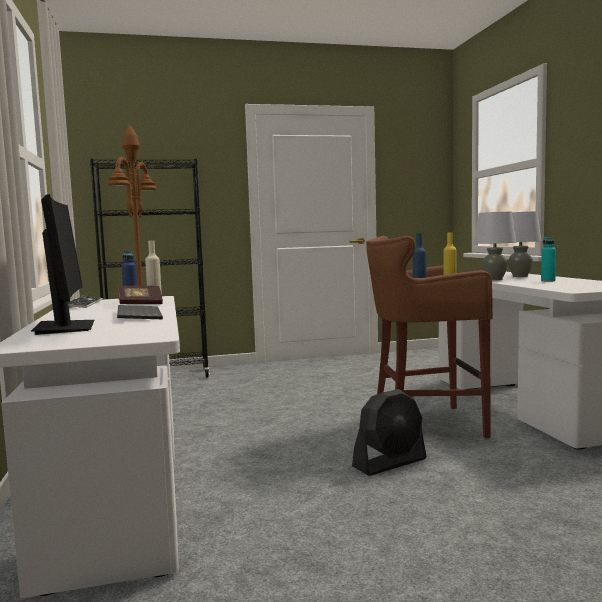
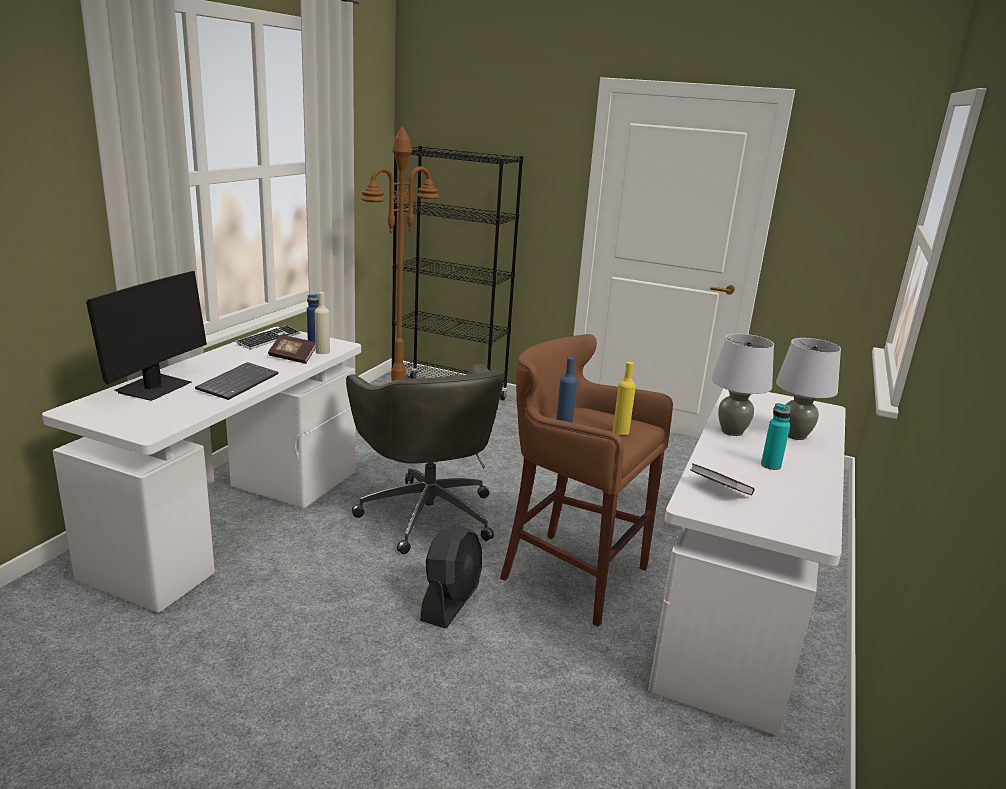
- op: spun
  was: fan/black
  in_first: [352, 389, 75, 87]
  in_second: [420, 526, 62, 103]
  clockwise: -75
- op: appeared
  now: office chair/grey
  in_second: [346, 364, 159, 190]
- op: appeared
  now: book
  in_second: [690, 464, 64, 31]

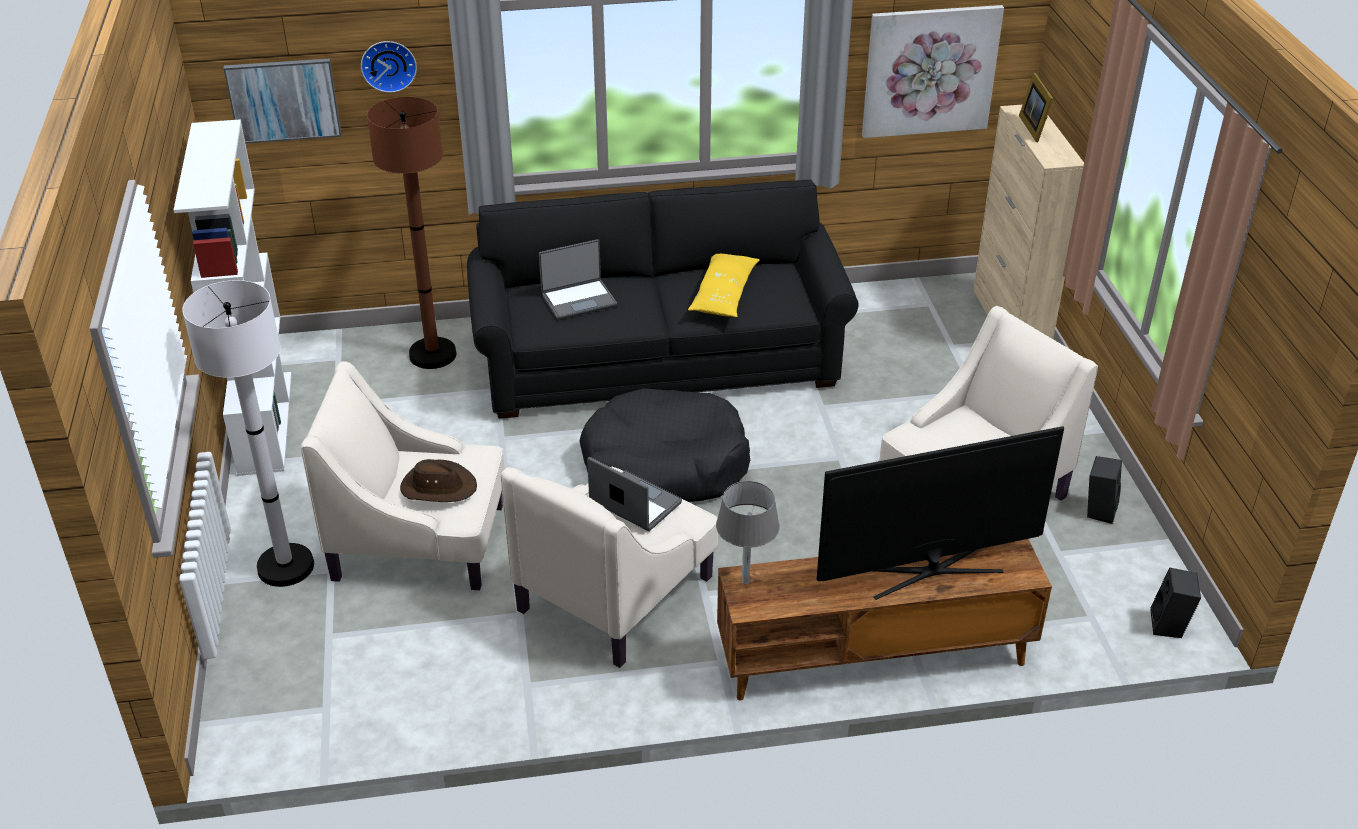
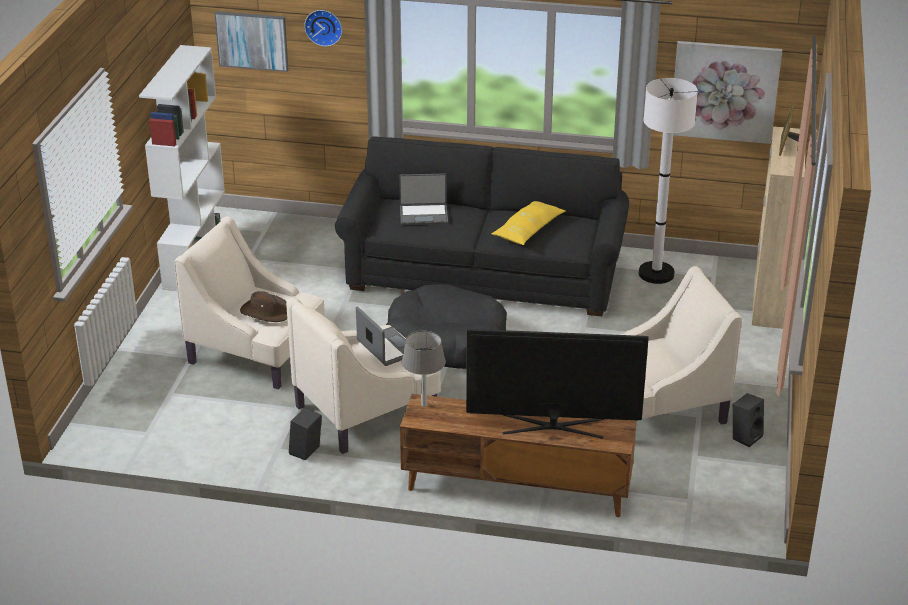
- op: missing
  was: floor lamp/brown
  in_first: [367, 97, 90, 272]
- op: relocated
  was: floor lamp/white
  in_first: [182, 280, 132, 307]
  in_second: [639, 78, 59, 206]
- op: relocated
  was: speaker/black
  in_first: [1151, 568, 50, 70]
  in_second: [289, 408, 33, 52]

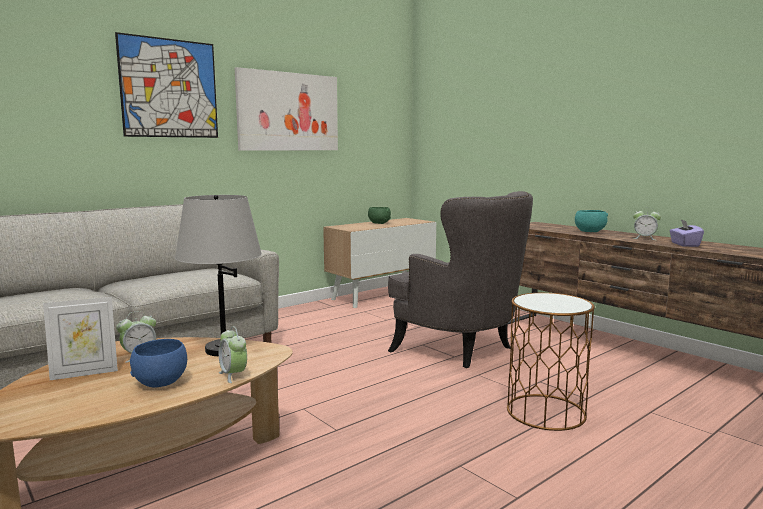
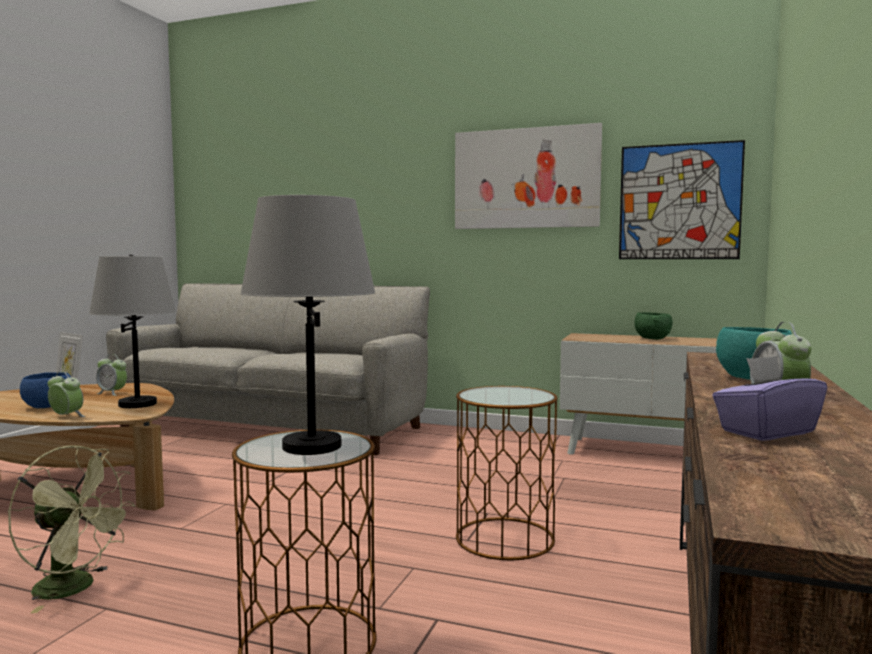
- op: relocated
  was: picture
  in_first: [115, 32, 103, 106]
  in_second: [619, 140, 126, 119]
- op: exchanged
  was: armchair/grey
  now: side table/brown
  in_first: [388, 191, 145, 177]
  in_second: [456, 386, 102, 174]
- op: spun
  was: alarm clock
  in_first: [219, 326, 28, 57]
  in_second: [47, 371, 38, 46]
  clockwise: 90
- op: appeared
  now: table lamp/grey
  in_second: [241, 195, 134, 260]
- op: appeared
  now: fan/green
  in_second: [8, 445, 128, 168]

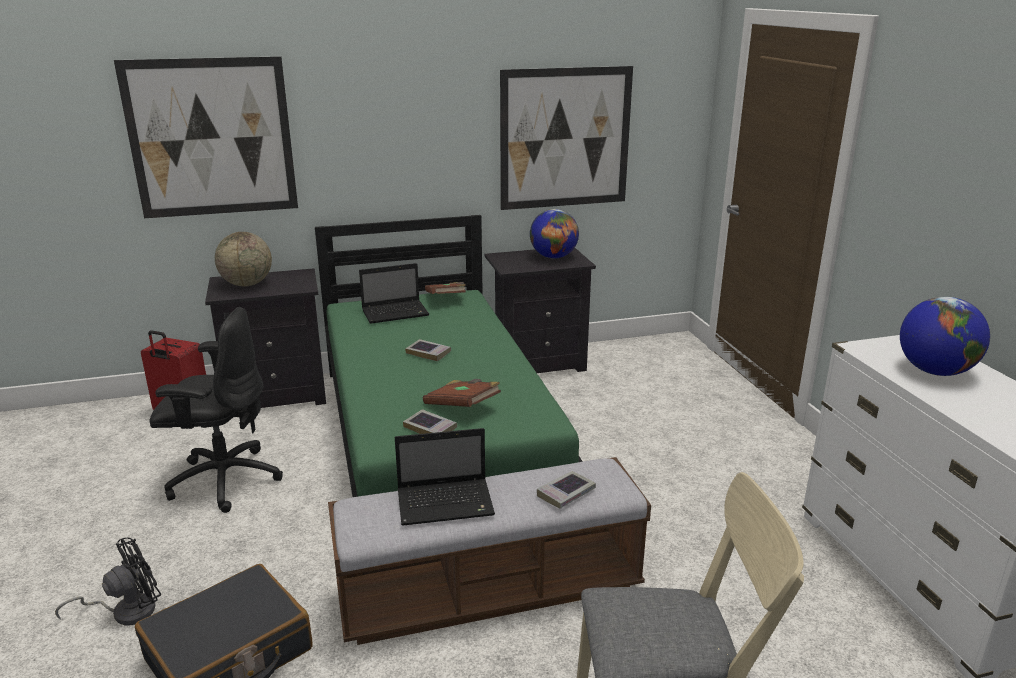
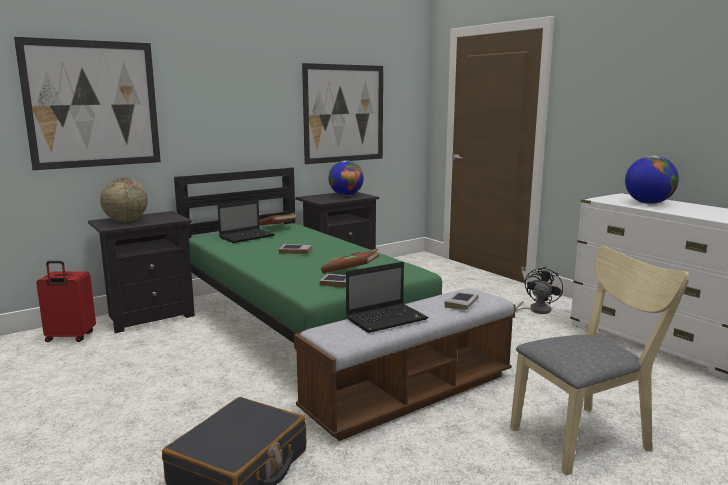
- op: missing
  was: office chair/black
  in_first: [149, 307, 134, 206]
- op: relocated
  was: fan/black
  in_first: [55, 538, 106, 88]
  in_second: [515, 267, 48, 47]

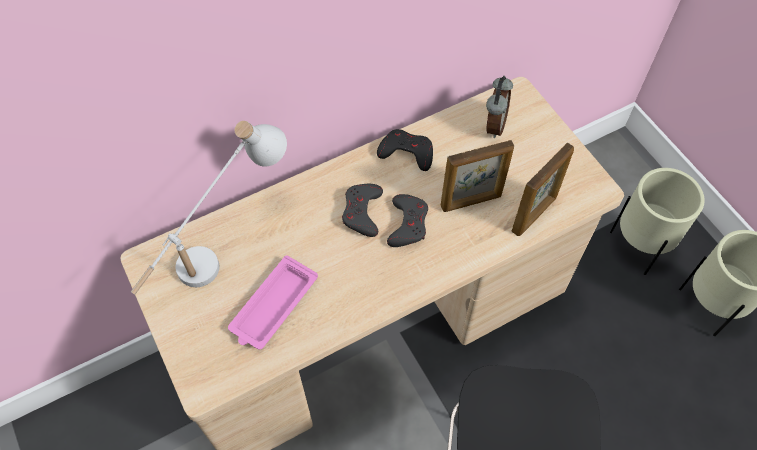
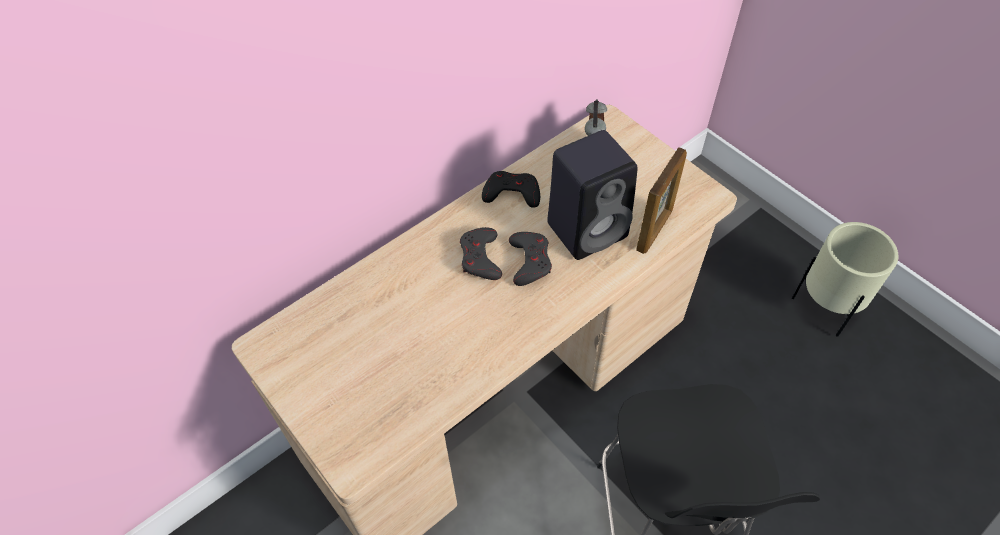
- op: missing
  was: table lamp/white
  in_first: [131, 121, 156, 173]
- op: exchanged
  was: picture frame
  now: speaker/black
  in_first: [440, 140, 74, 72]
  in_second: [547, 130, 91, 130]
- op: missing
  was: planter/beige
  in_first: [610, 168, 95, 107]
- op: missing
  was: tray/pink
  in_first: [228, 255, 90, 95]

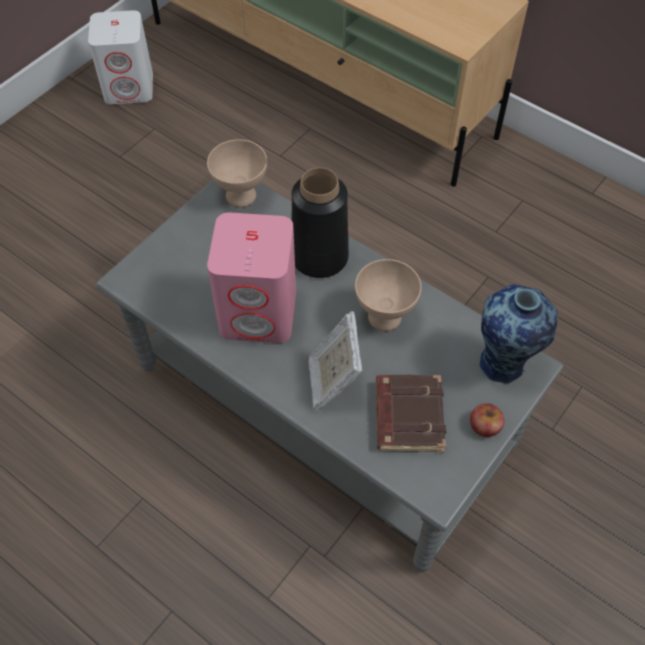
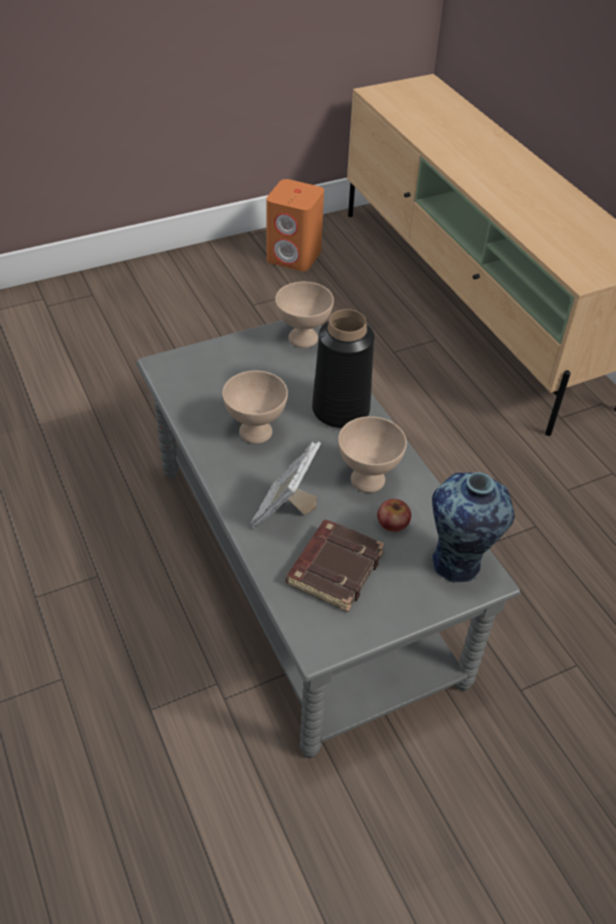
- op: colour
  was: speaker/white
  now: speaker/orange
  in_first: [88, 10, 65, 94]
  in_second: [266, 179, 58, 92]
- op: exchanged
  was: speaker/pink
  now: bowl/beige
  in_first: [207, 213, 89, 130]
  in_second: [222, 371, 66, 73]
- op: relocated
  was: apple
  in_first: [470, 403, 34, 34]
  in_second: [377, 499, 34, 33]

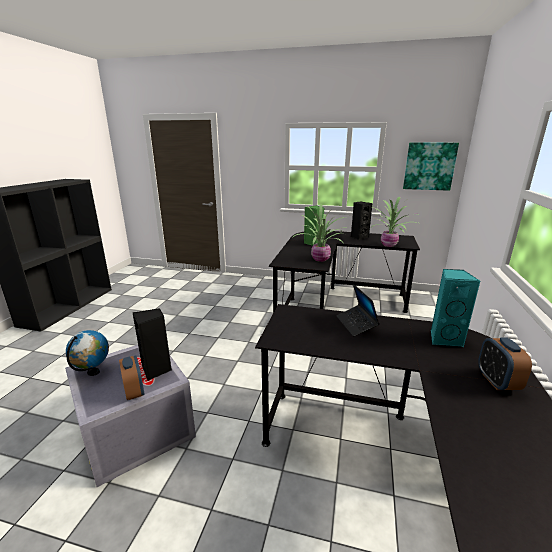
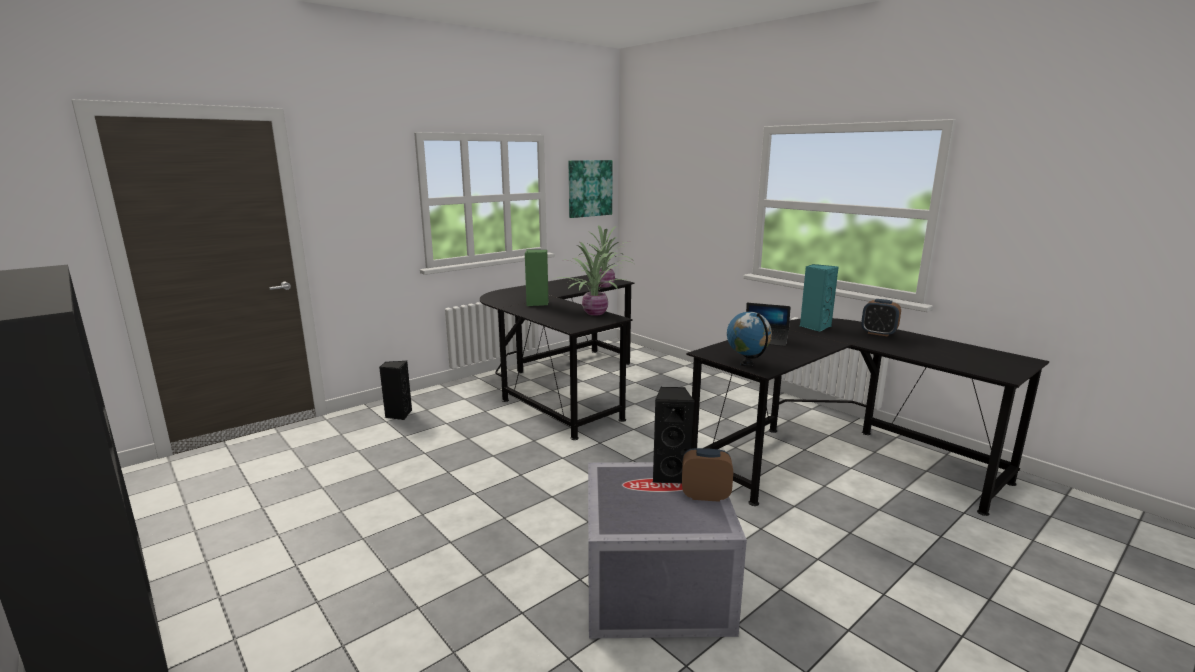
- op: relocated
  was: speaker/black
  in_first: [351, 201, 22, 39]
  in_second: [379, 361, 33, 59]
- op: relocated
  was: globe
  in_first: [66, 330, 43, 46]
  in_second: [727, 312, 45, 54]

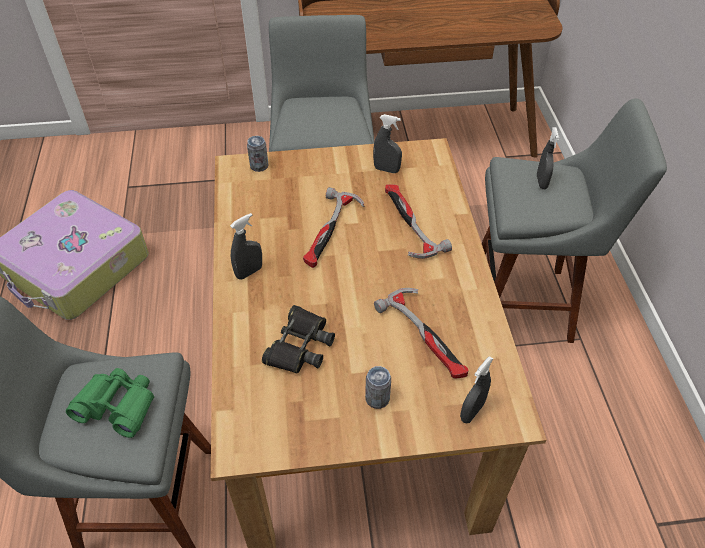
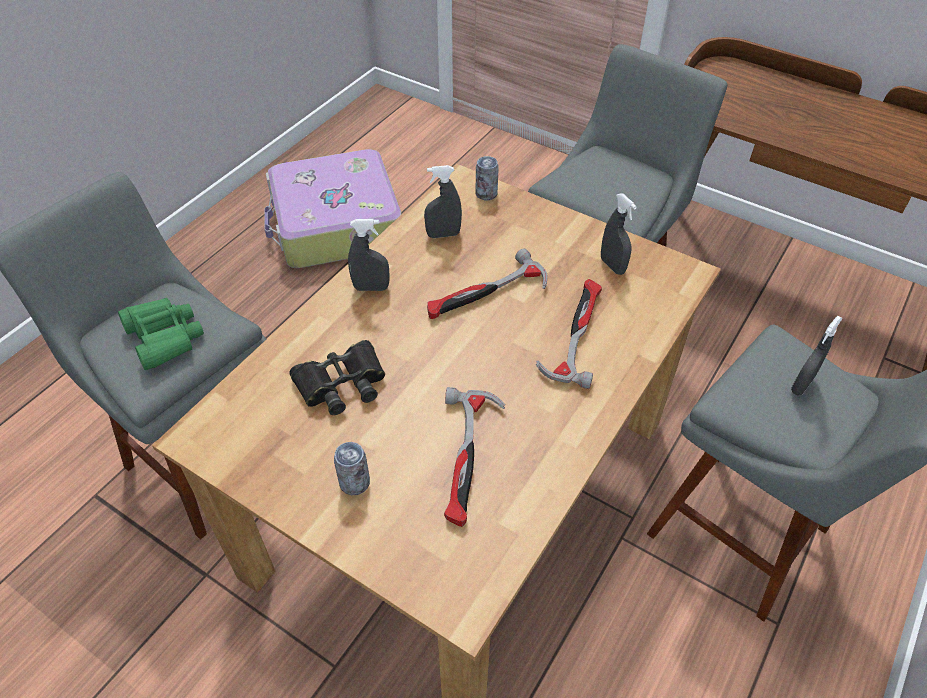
- op: relocated
  was: spray bottle/grey
  in_first: [460, 356, 33, 67]
  in_second: [424, 165, 38, 73]

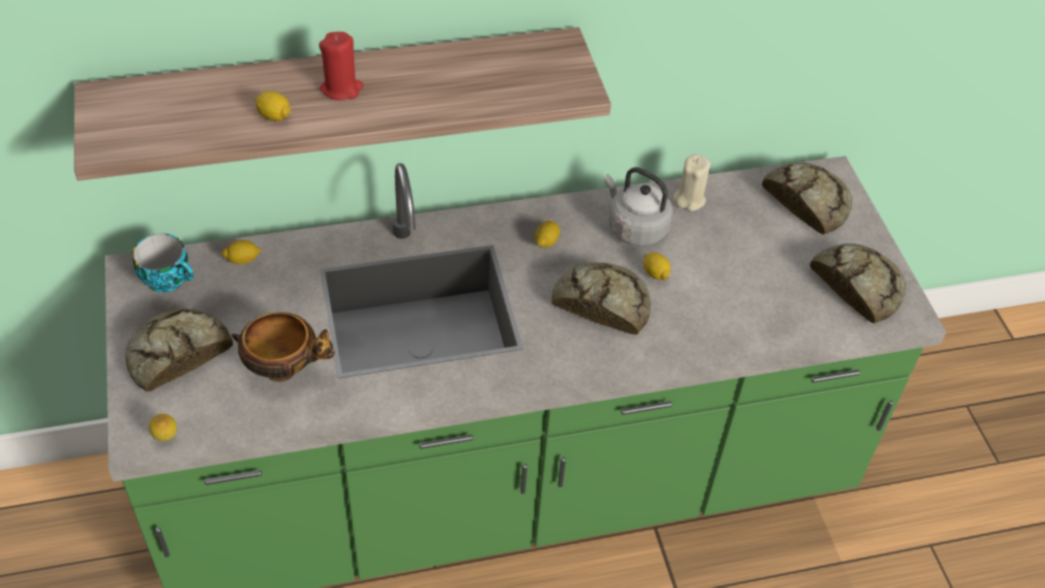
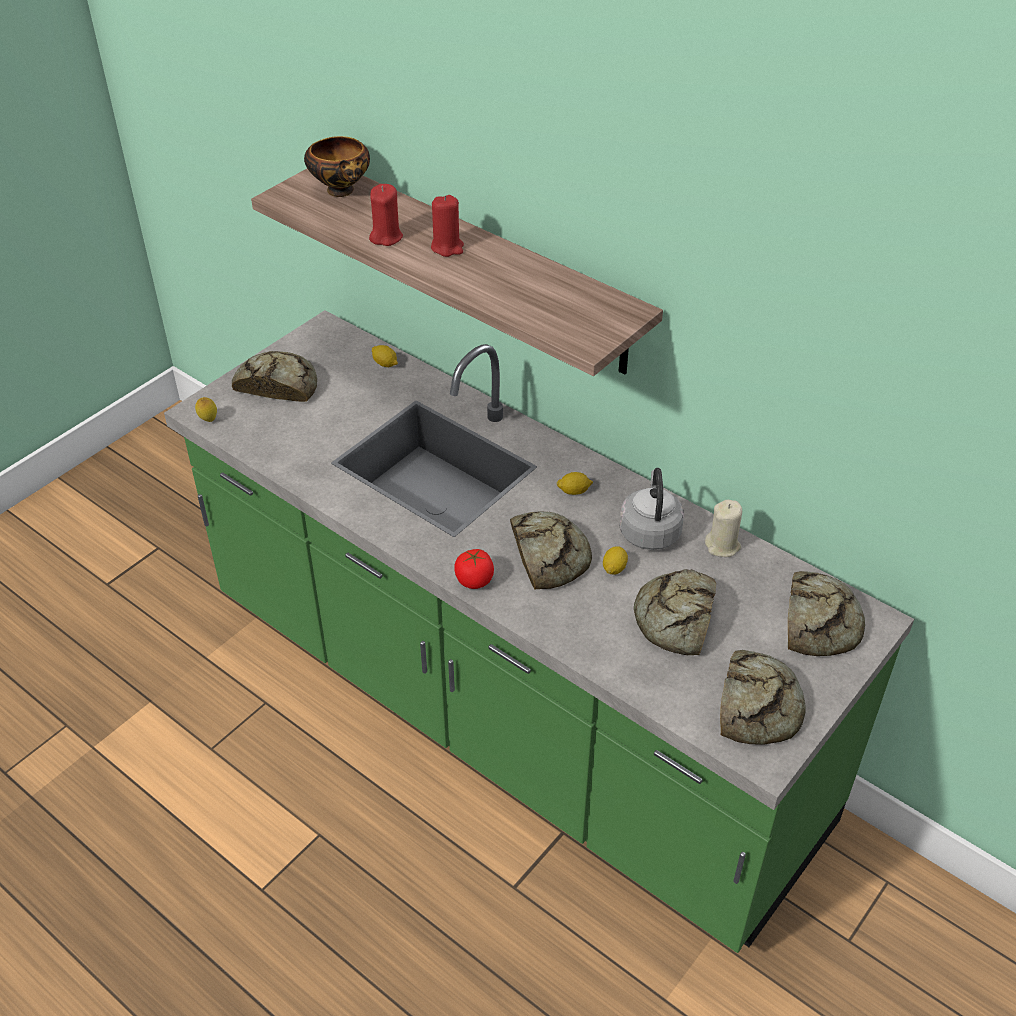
- op: exchanged
  was: lemon
  now: candle/red
  in_first: [255, 91, 36, 30]
  in_second: [369, 184, 34, 62]
- op: missing
  was: cup
  in_first: [132, 233, 62, 60]
- op: relocated
  was: bowl
  in_first: [232, 312, 103, 70]
  in_second: [304, 136, 66, 61]
- op: appeared
  now: tomato
  in_second: [454, 549, 40, 40]
- op: appeared
  now: bread
  in_second: [634, 569, 82, 86]

